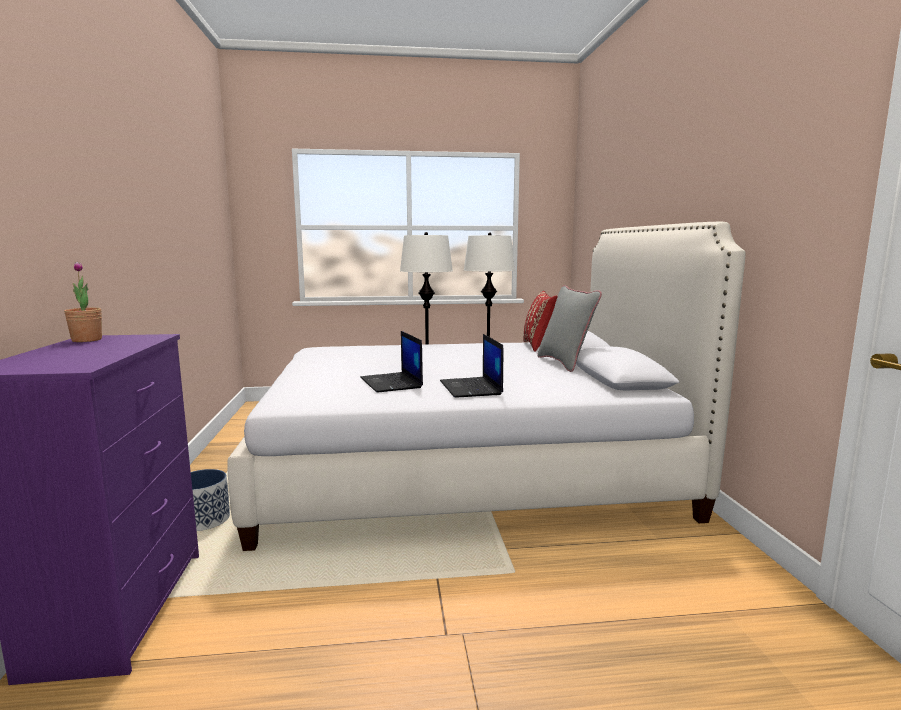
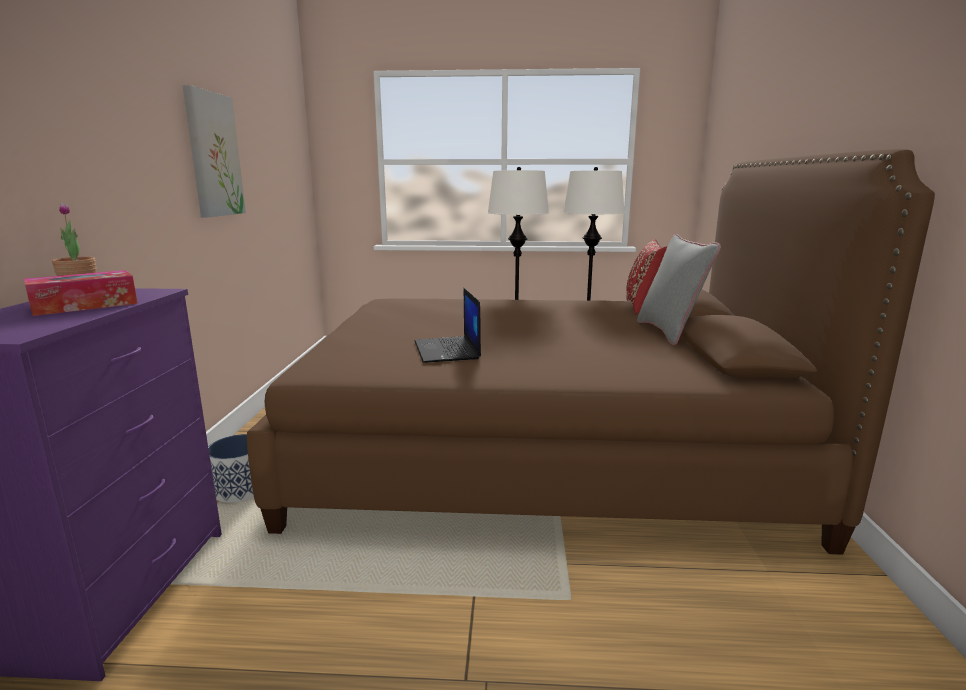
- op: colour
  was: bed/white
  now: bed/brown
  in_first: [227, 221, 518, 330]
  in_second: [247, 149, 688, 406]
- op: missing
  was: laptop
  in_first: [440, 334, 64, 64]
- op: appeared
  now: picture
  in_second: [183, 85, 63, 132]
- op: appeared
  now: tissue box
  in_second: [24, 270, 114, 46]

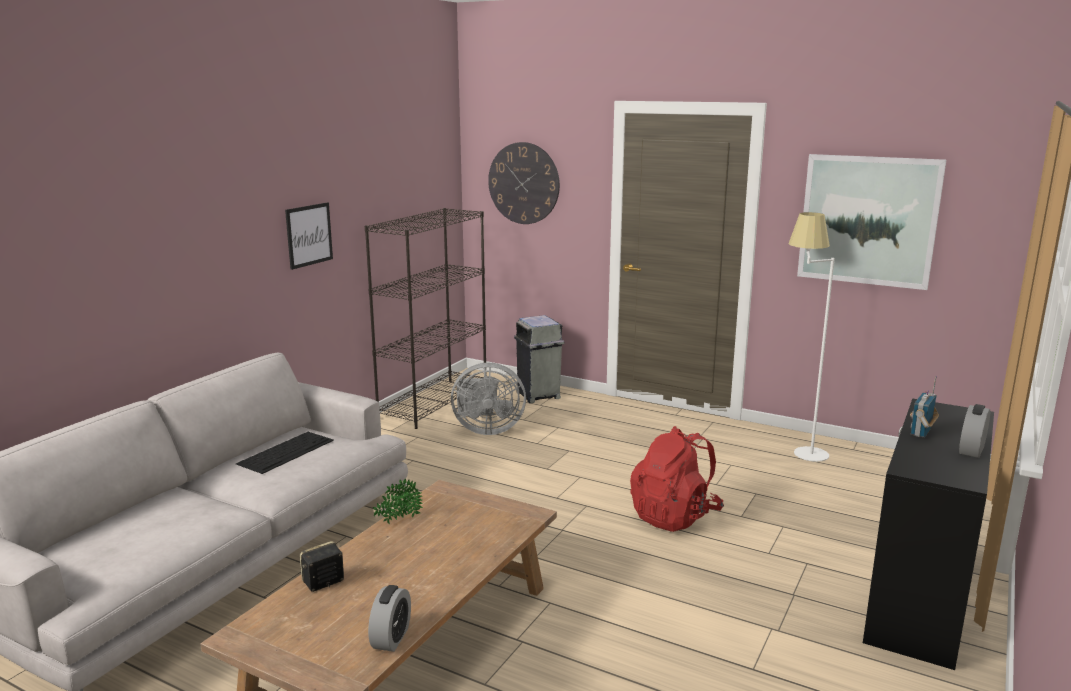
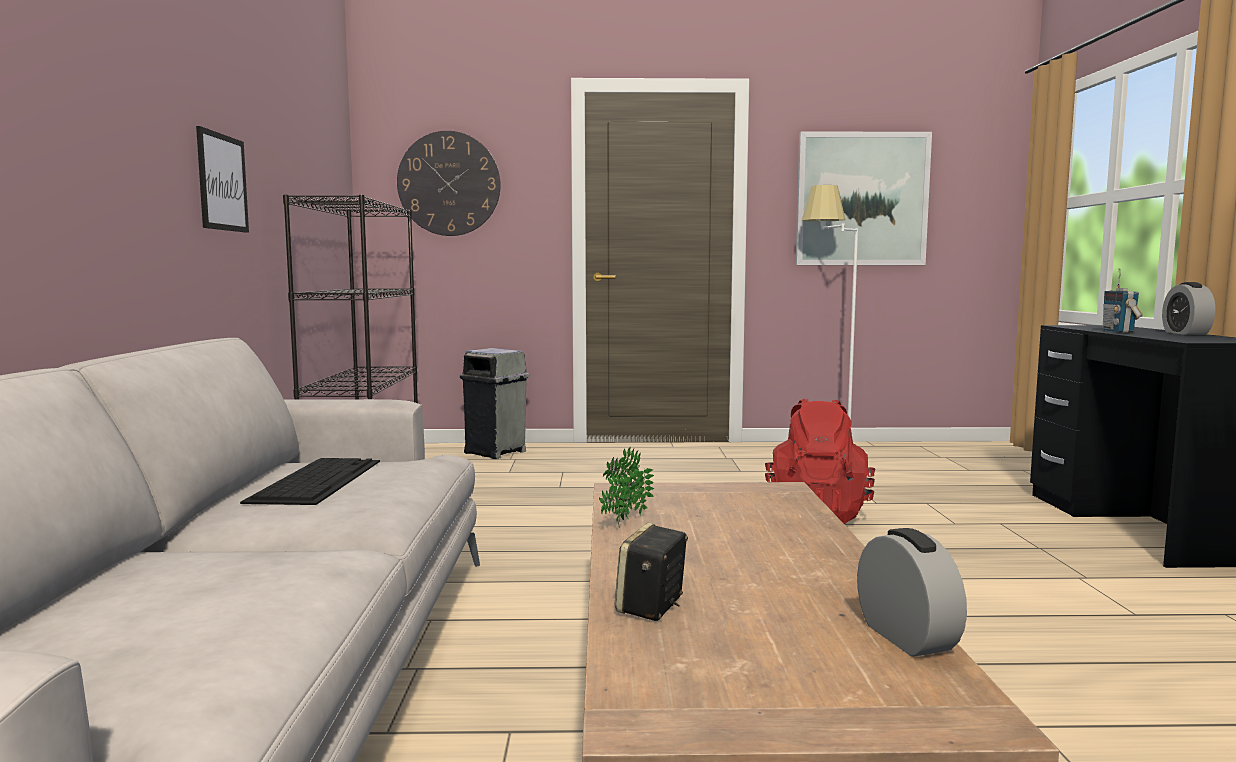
- op: missing
  was: fan/grey
  in_first: [451, 363, 75, 72]

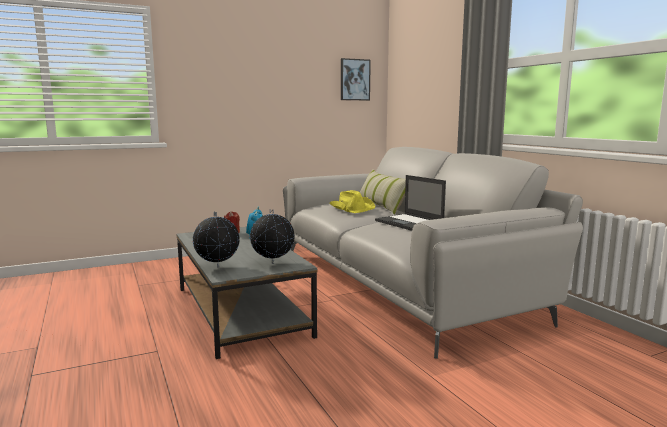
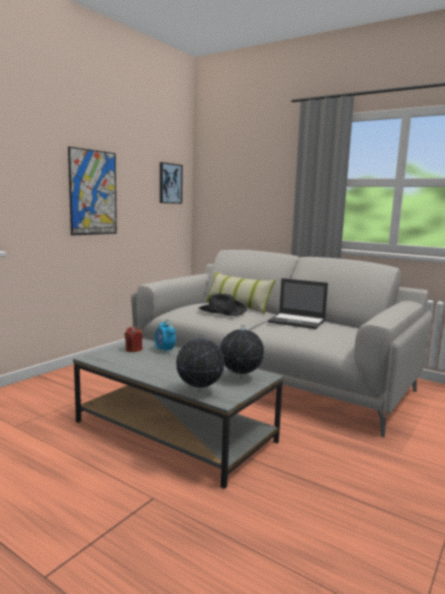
- op: colour
  was: hat/yellow
  now: hat/black
  in_first: [330, 190, 45, 23]
  in_second: [199, 294, 48, 22]
- op: appeared
  now: picture
  in_second: [68, 146, 49, 89]

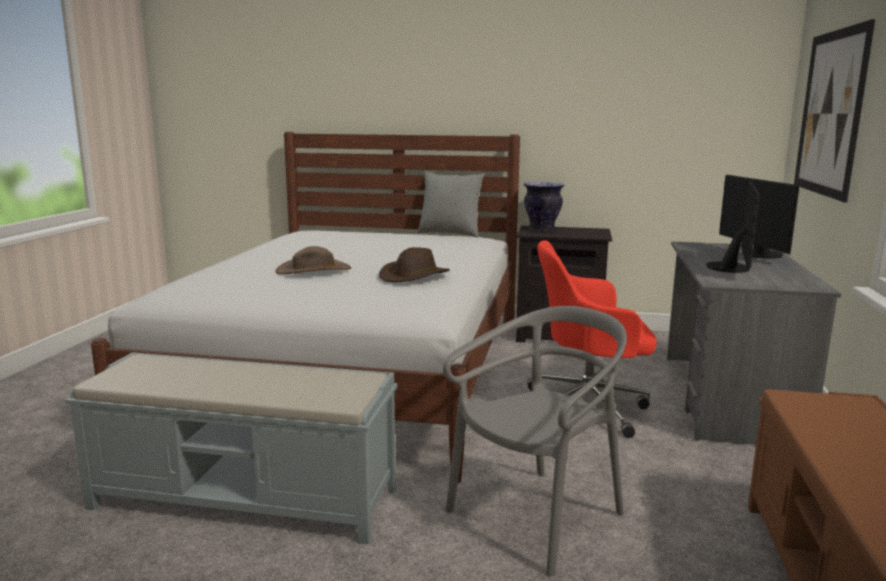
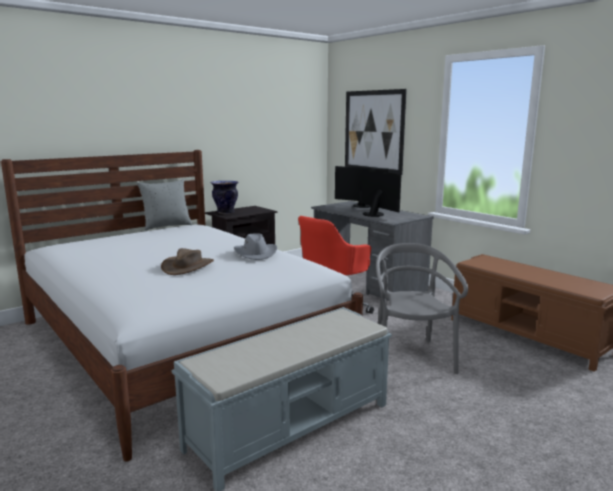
- op: colour
  was: hat/brown
  now: hat/grey
  in_first: [379, 247, 71, 36]
  in_second: [234, 234, 43, 26]

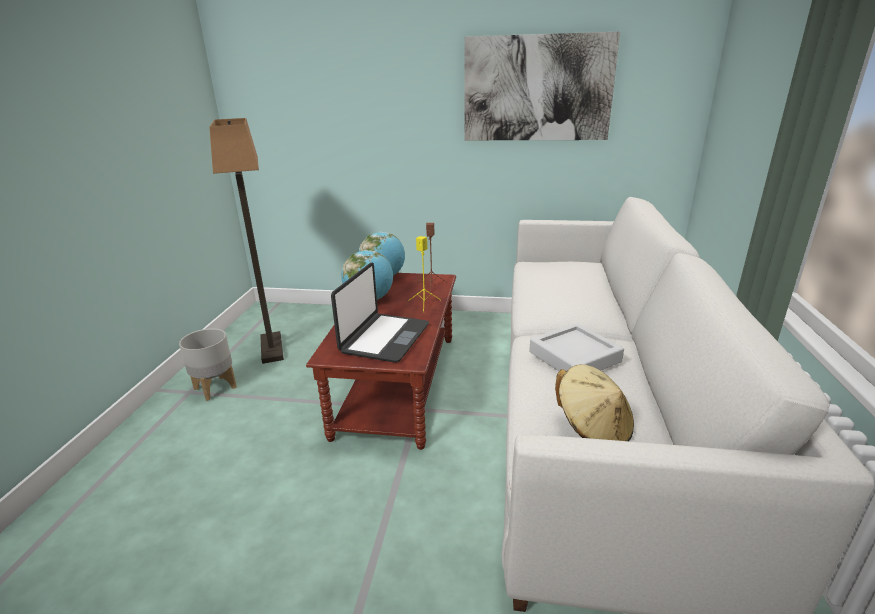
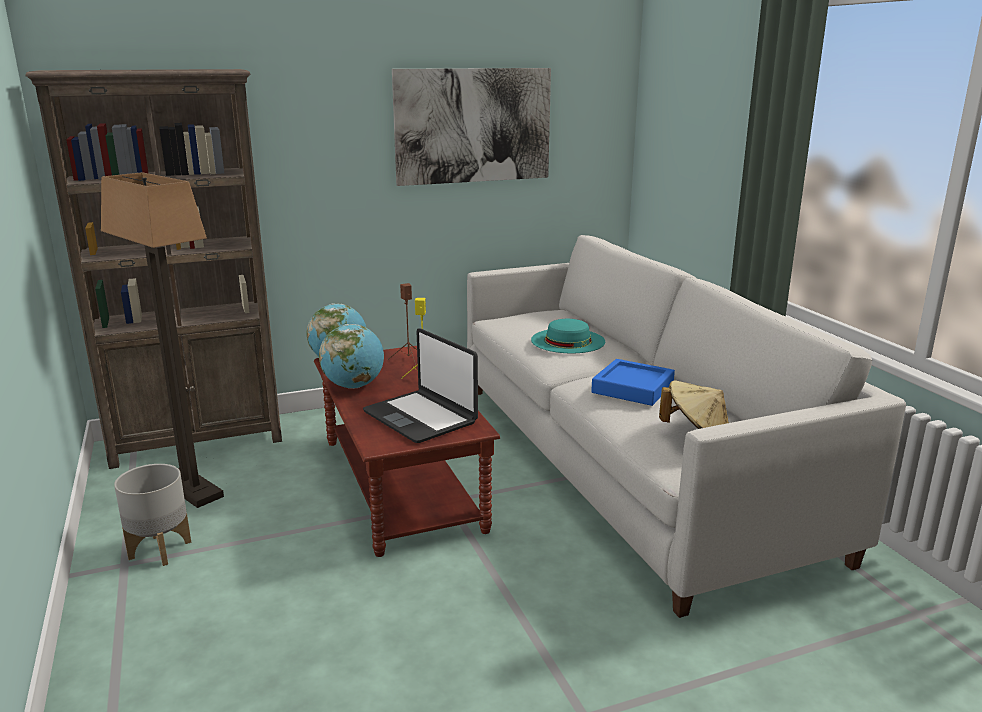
- op: spun
  was: laptop
  in_first: [331, 263, 98, 100]
  in_second: [363, 328, 115, 115]
  clockwise: 150
- op: colour
  was: tray/grey
  now: tray/blue
  in_first: [529, 323, 95, 48]
  in_second: [591, 359, 84, 47]
- op: appeared
  now: bookcase/brown
  in_second: [25, 69, 257, 400]
- op: appeared
  now: hat/turquoise
  in_second: [531, 319, 74, 34]

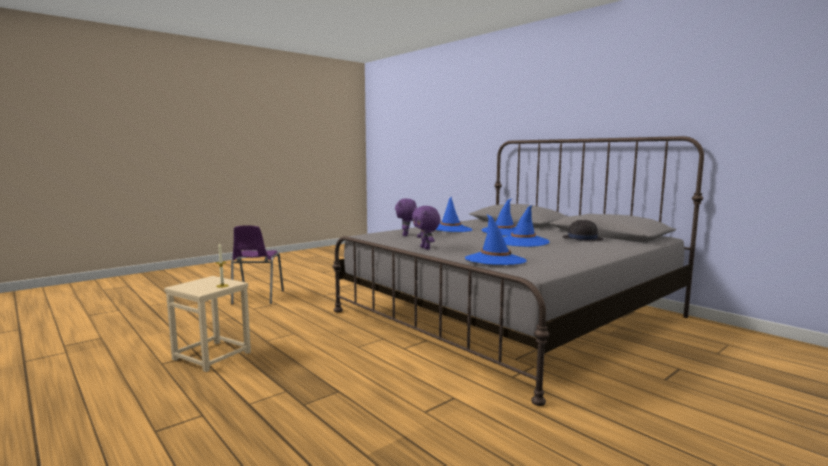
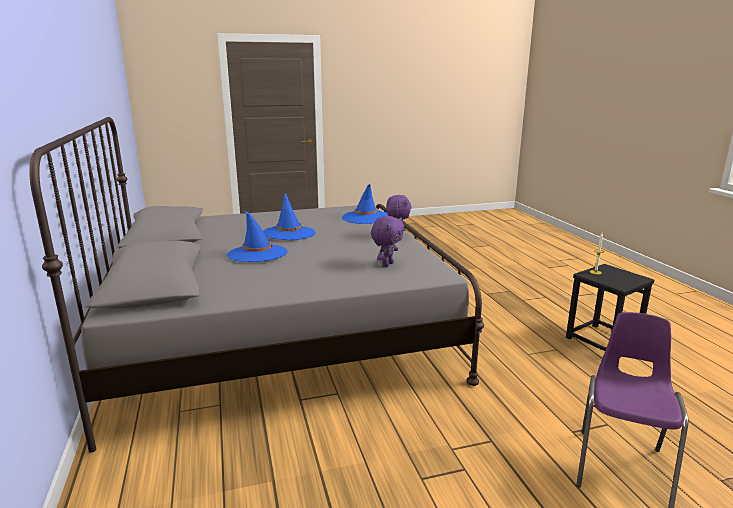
- op: missing
  was: hat/blue
  in_first: [436, 196, 37, 36]
- op: missing
  was: hat/black
  in_first: [562, 220, 41, 21]
- op: colour
  was: stool/beige
  now: stool/black
  in_first: [164, 276, 87, 96]
  in_second: [566, 264, 88, 87]

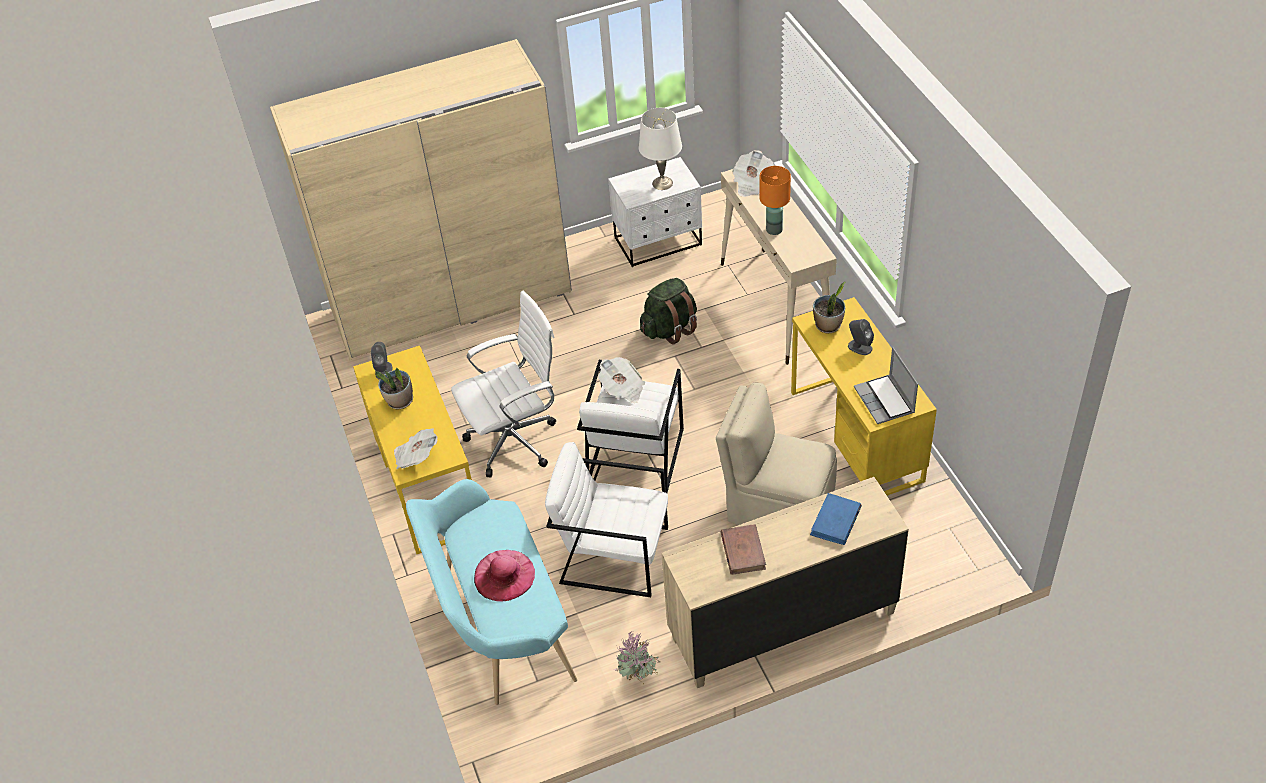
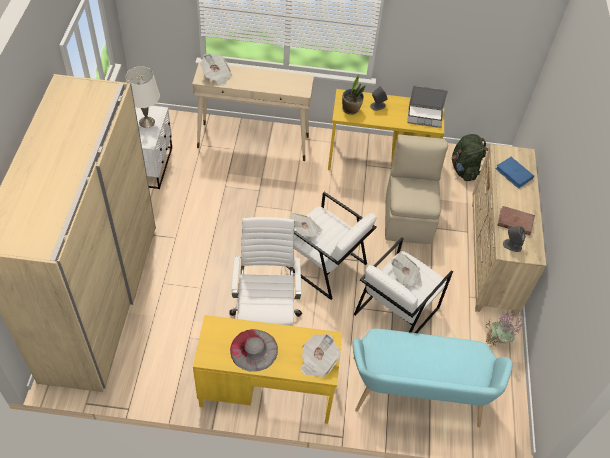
- op: missing
  was: table lamp/orange
  in_first: [760, 166, 31, 69]
- op: relocated
  was: backpack/green
  in_first: [640, 278, 57, 67]
  in_second: [452, 134, 36, 47]
- op: relocated
  was: speaker/grey
  in_first: [371, 342, 21, 38]
  in_second: [503, 226, 22, 26]
- op: exchanged
  was: potted plant
  now: hat/grey
  in_first: [375, 368, 38, 41]
  in_second: [230, 329, 48, 43]
- op: spun
  was: chair/beige
  in_first: [716, 382, 121, 143]
  in_second: [385, 135, 63, 109]
  clockwise: 135
- op: missing
  was: hat/pink
  in_first: [474, 550, 61, 52]
- op: appeared
  now: newspaper
  in_second: [391, 254, 31, 33]

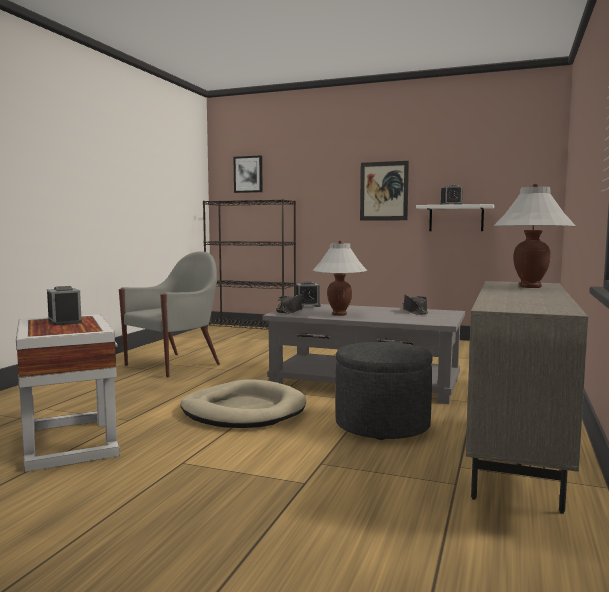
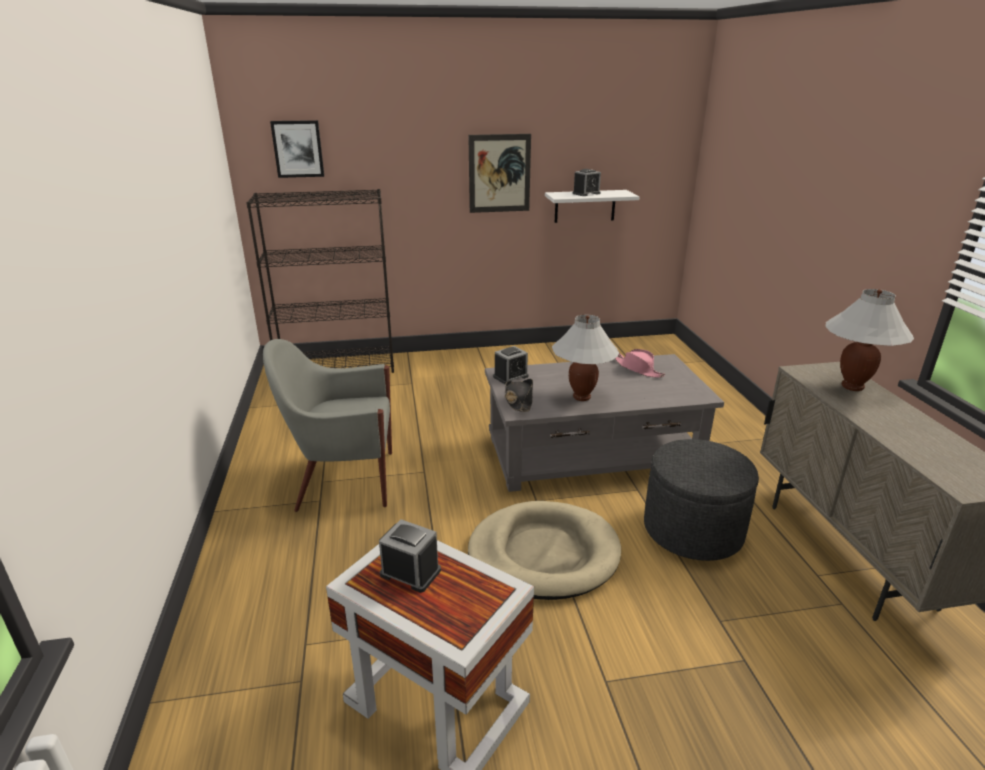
- op: spun
  was: armchair/grey
  in_first: [119, 251, 101, 127]
  in_second: [263, 339, 129, 173]
  clockwise: -105
- op: colour
  was: hat/black
  now: hat/pink
  in_first: [402, 294, 26, 21]
  in_second: [615, 349, 50, 29]

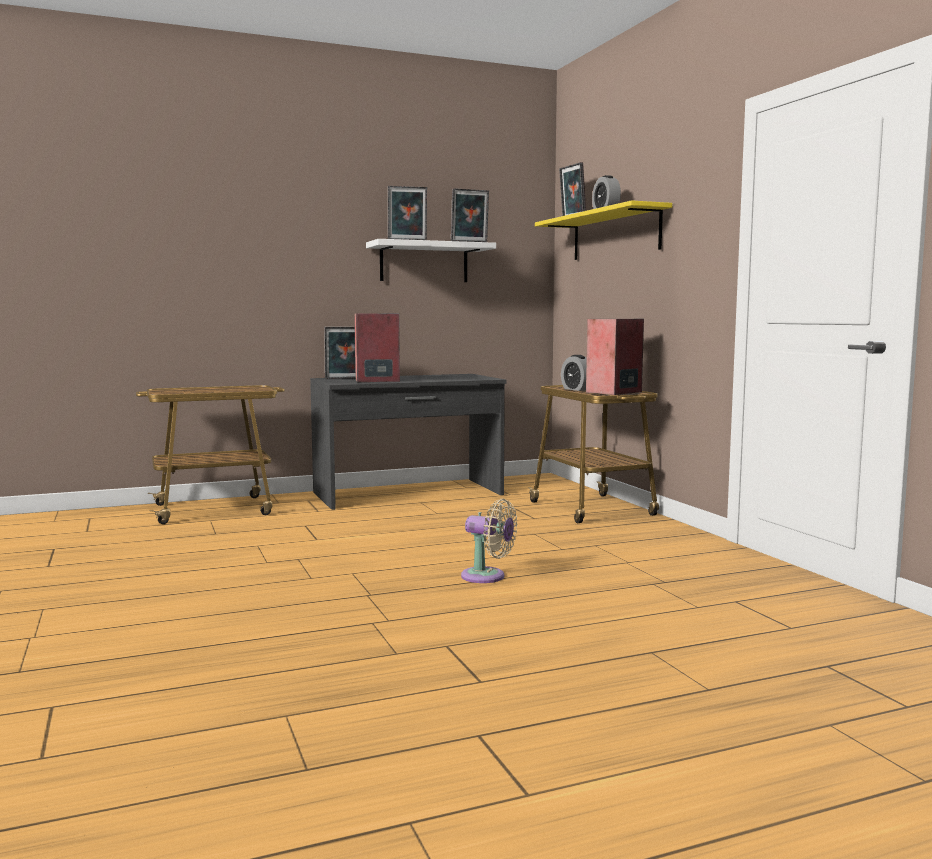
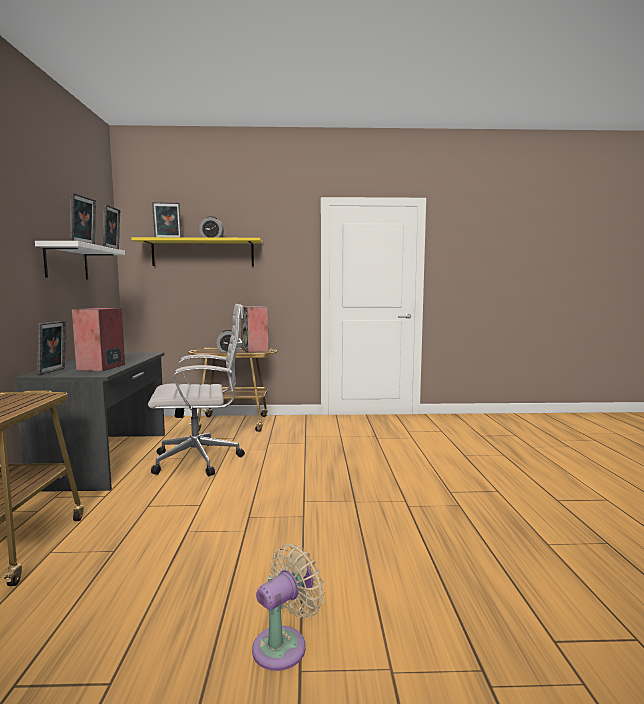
- op: relocated
  was: fan/beige
  in_first: [461, 498, 56, 85]
  in_second: [252, 544, 72, 127]
- op: appeared
  now: office chair/white
  in_second: [148, 304, 97, 172]

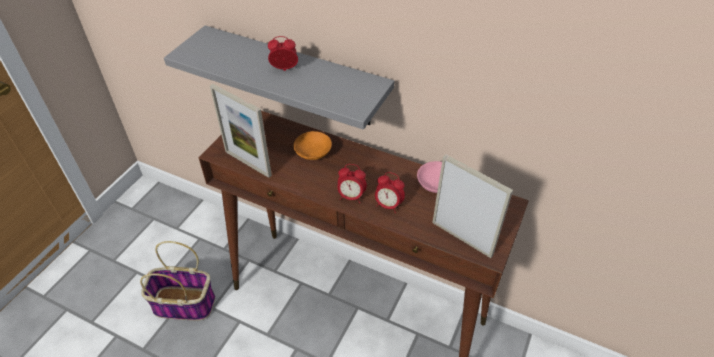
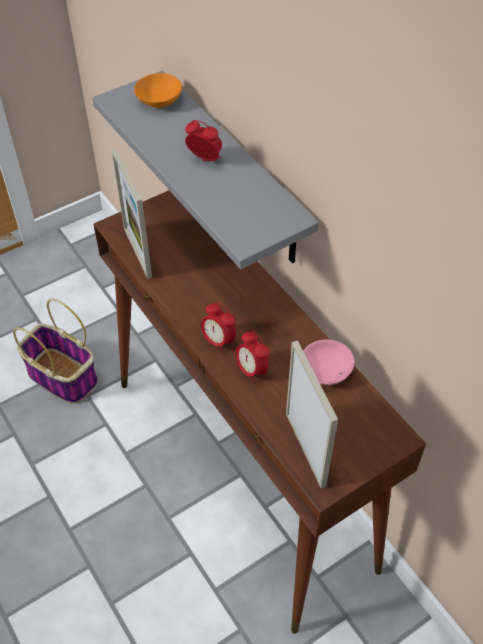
- op: relocated
  was: bowl/orange
  in_first: [294, 131, 38, 29]
  in_second: [134, 73, 48, 35]

